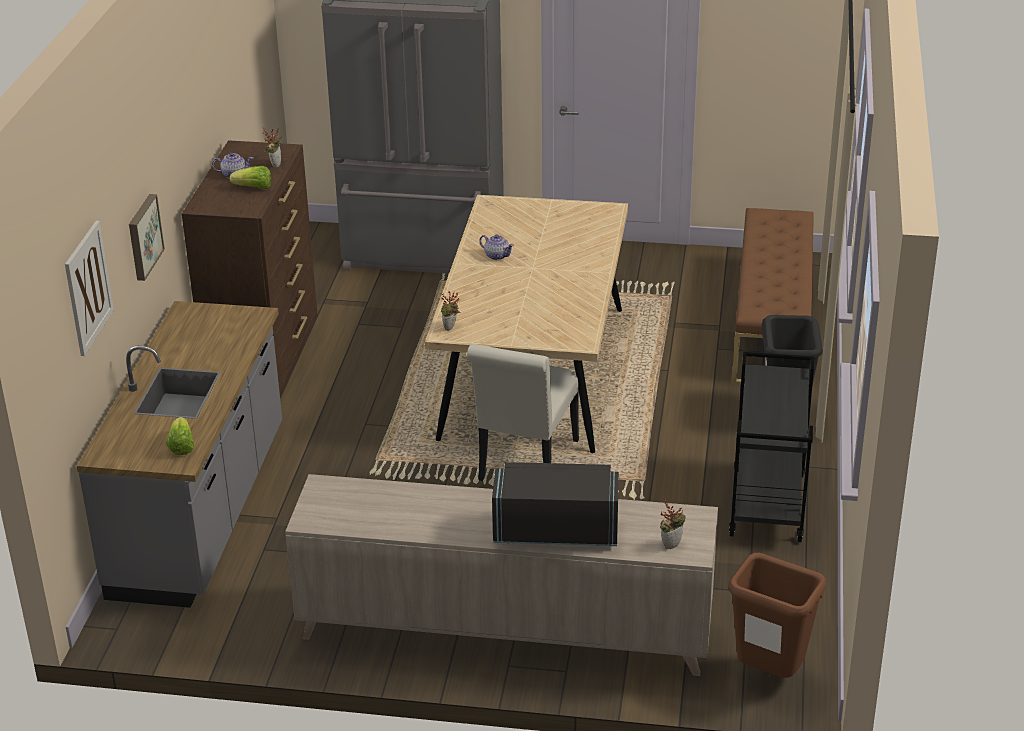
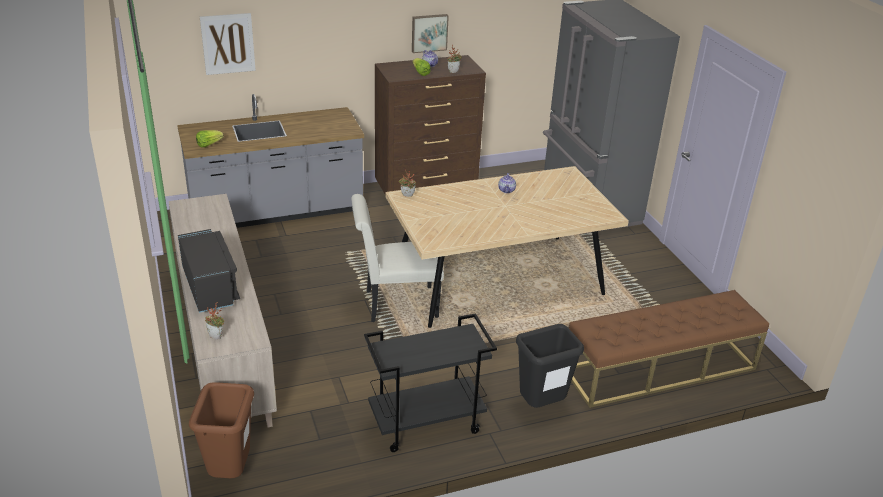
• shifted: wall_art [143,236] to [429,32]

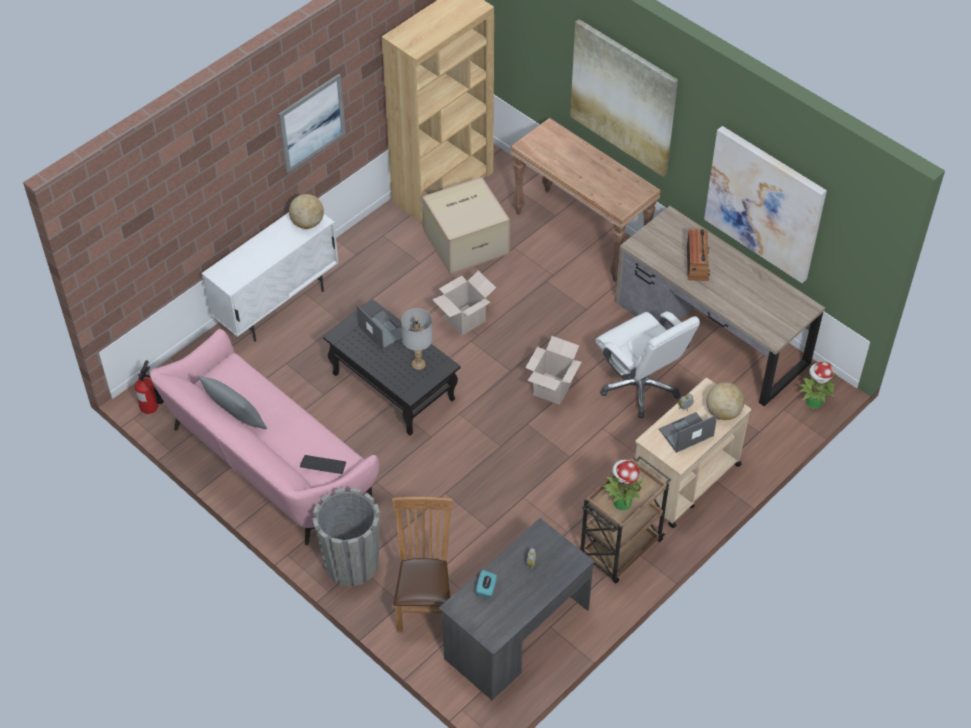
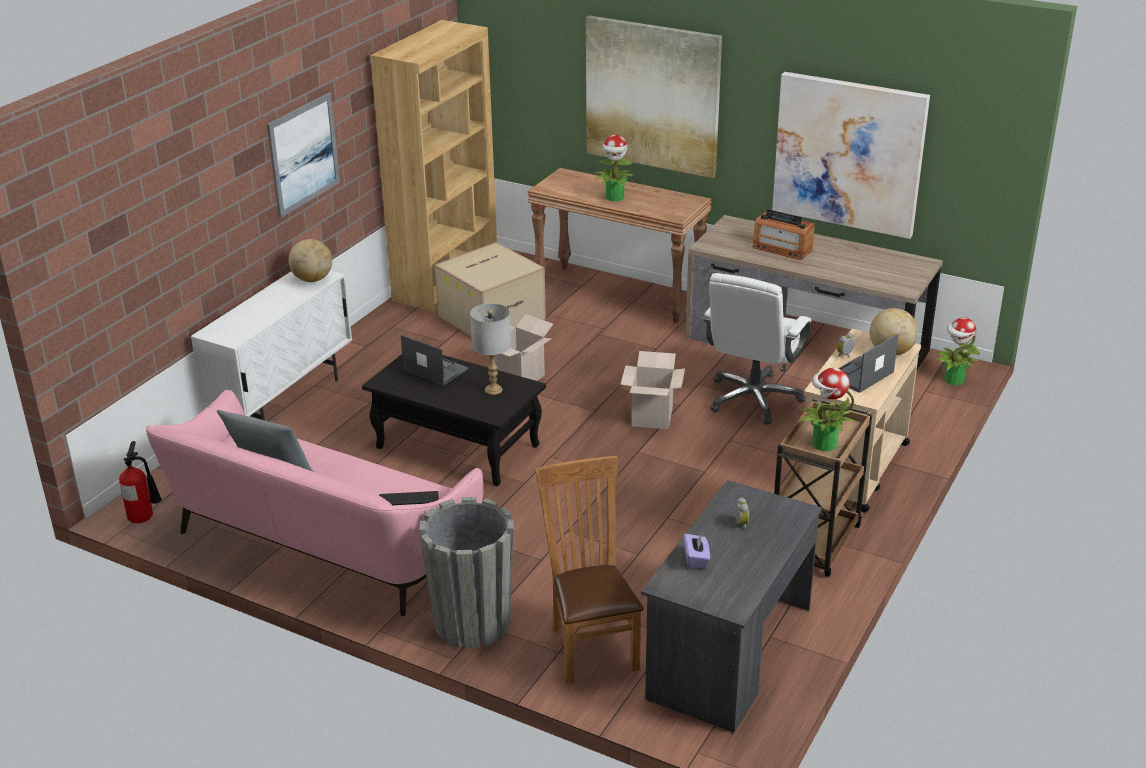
• repainted: turquoise-coloured_tissue_holder [486,589] to purple_tissue_holder [696,560]
• rotated: whitish_computer_chair [640,386] = [753,399] 75 degrees clockwise
• rotated: radio_receiver [697,263] = [782,249] 135 degrees clockwise
• new: potted_plant [615,197]

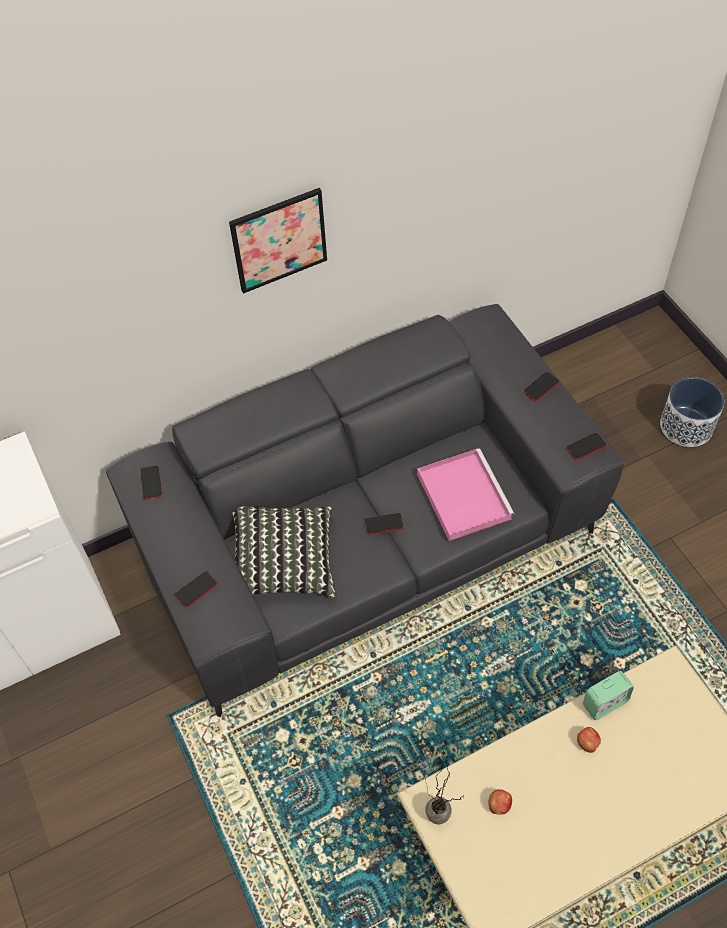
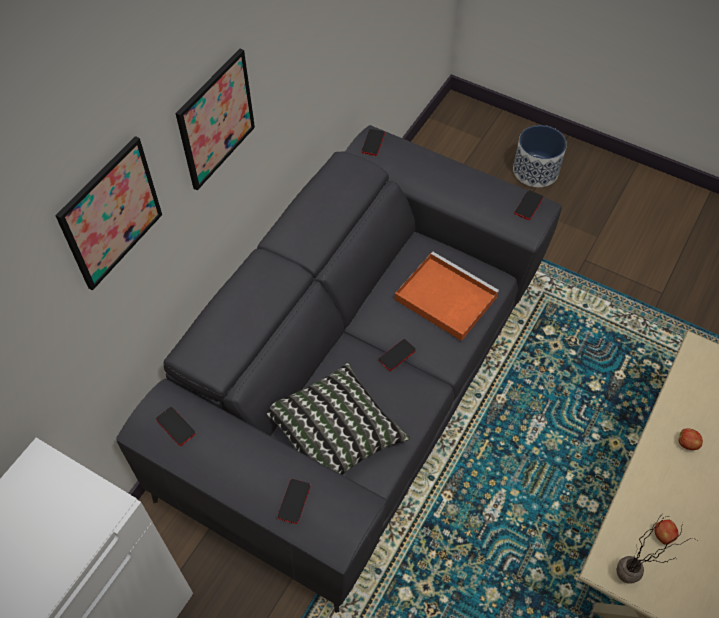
• repainted: pinkish_carrying_tray [462,495] to orangey_carrying_tray [443,297]
• shifted: phone [541,387] to [373,143]
• gone: bedside_clock [604,703]
• new: wall_art [111,213]

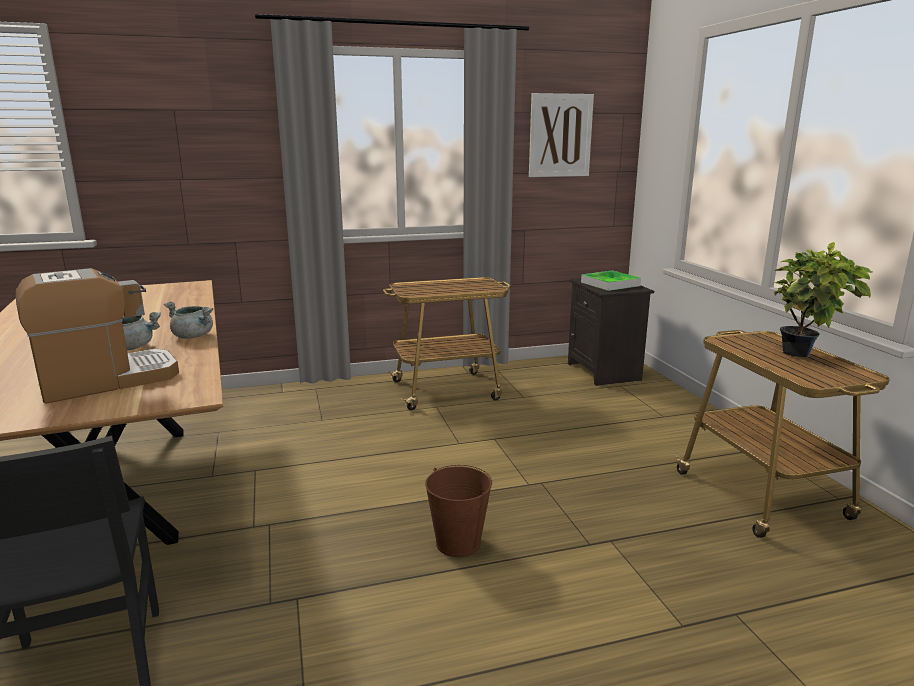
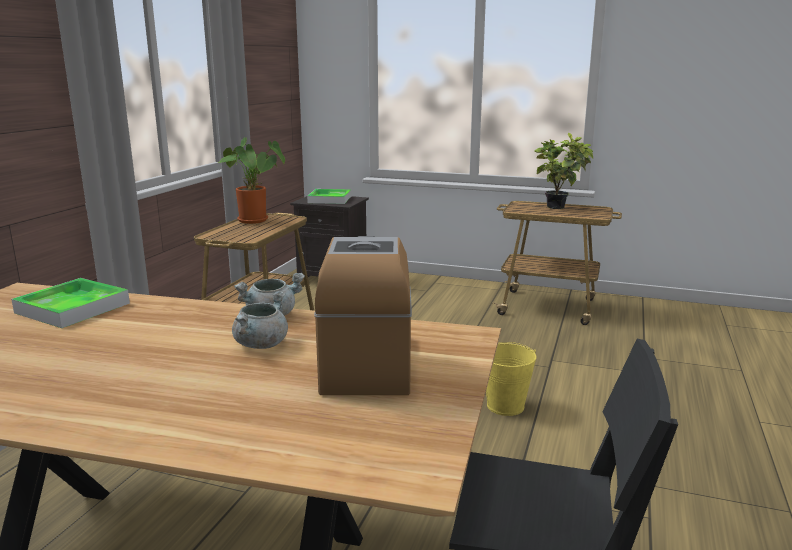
• repainted: brown_bucket [458,543] to yellowish_bucket [505,406]
• gone: wall_art [560,135]
• new: carrying_tray [73,308]
• new: potted_plant [256,221]

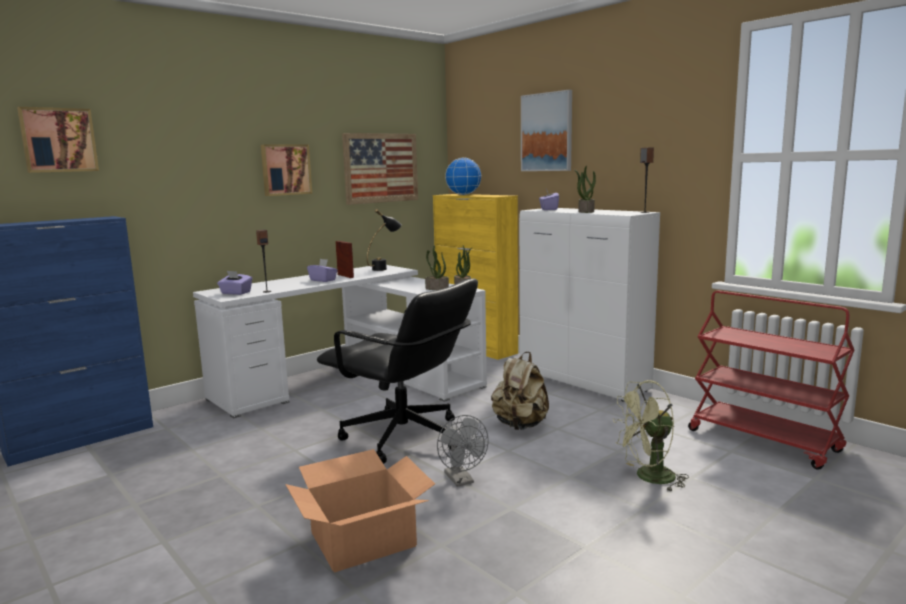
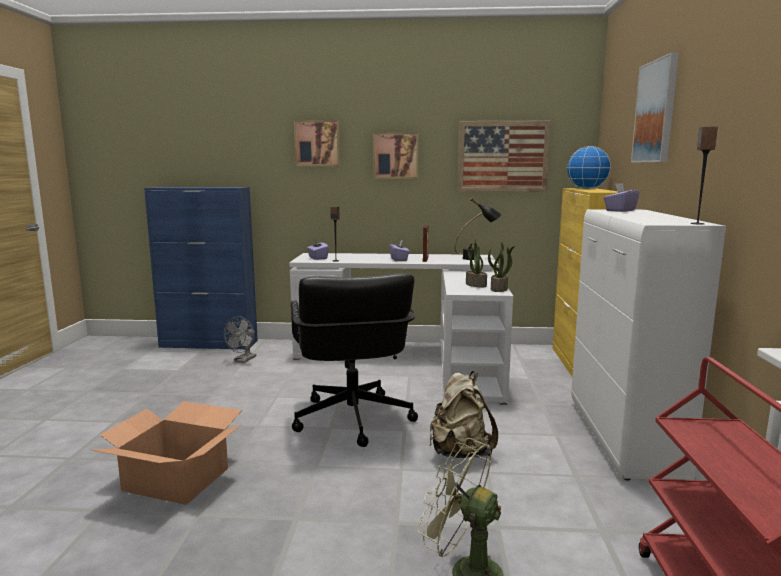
• shifted: wall_art [58,140] to [317,143]
• shifted: grey_electric_fan [461,480] to [243,360]
• gone: potted_plant [585,211]

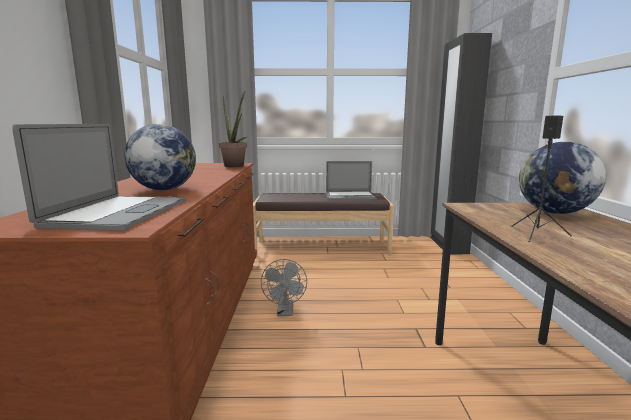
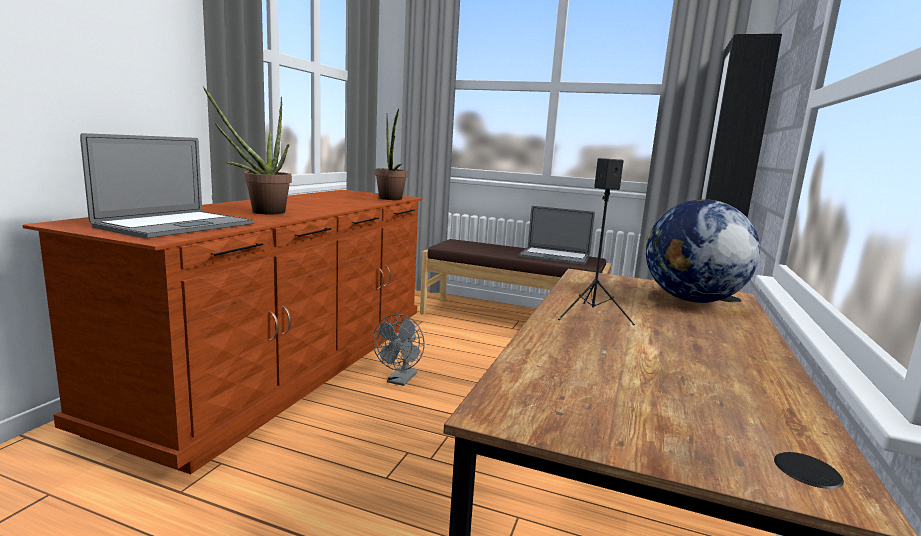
• swapped: desk_globe [163,189] to potted_plant [261,212]

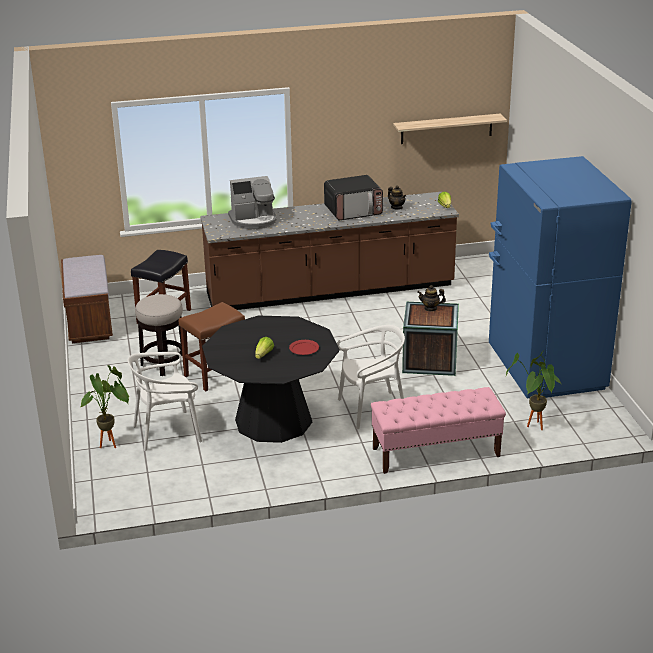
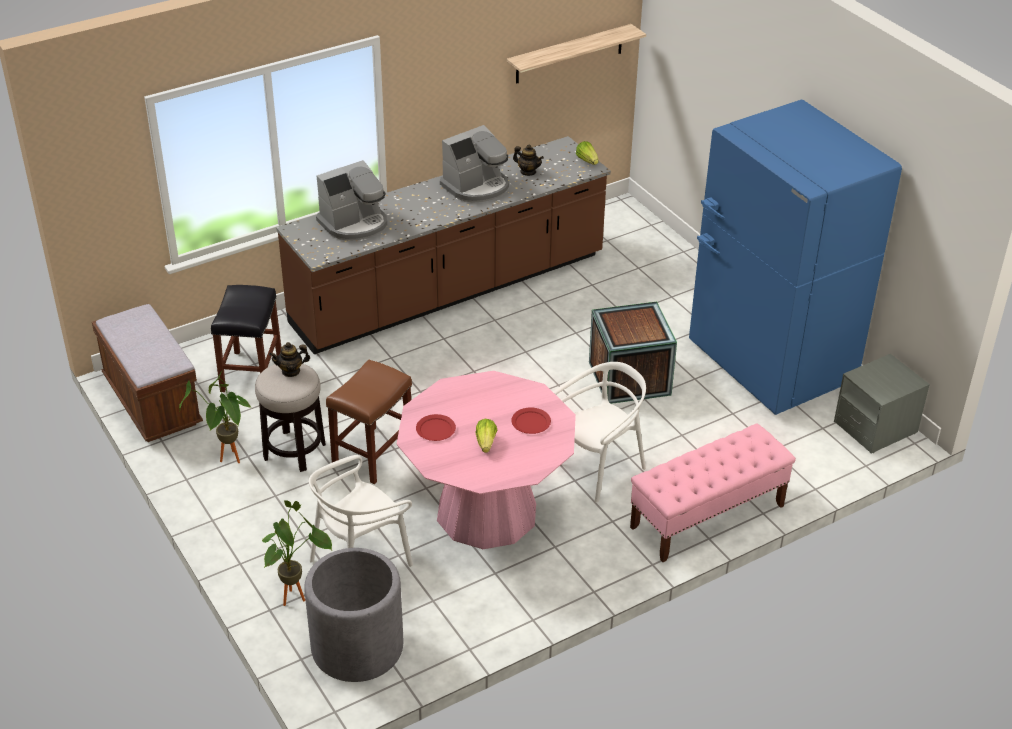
• repainted: black_dining_table [273,420] to pinkish_dining_table [486,512]
• swapped: microwave [353,211] to coffee_brewer [476,187]
• shifted: pot_for_tea [430,308] to [291,371]
• shifted: potted_plant [533,428] to [228,462]
• new: grey_planter [357,647]
• new: red_plate [436,429]
• new: grey_nightstand [875,427]

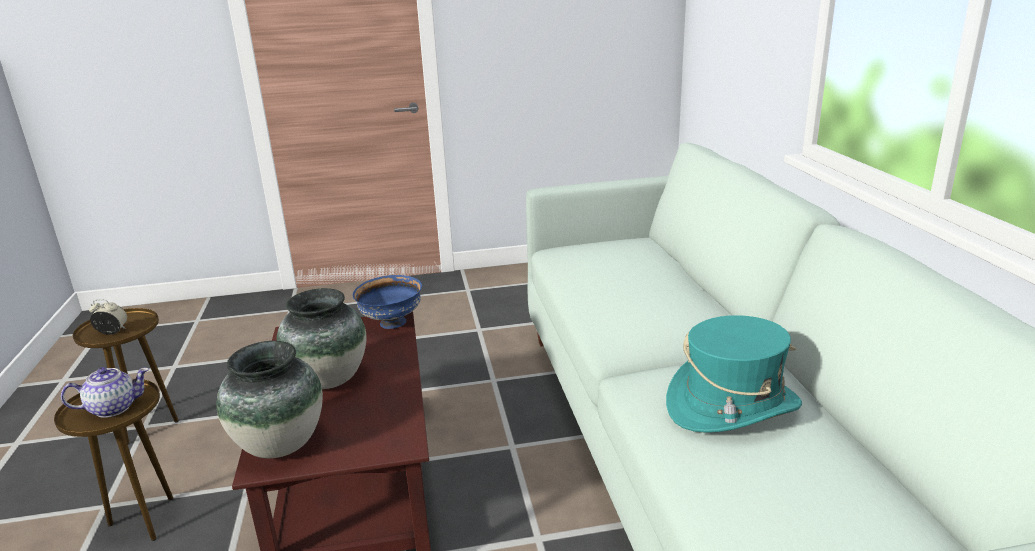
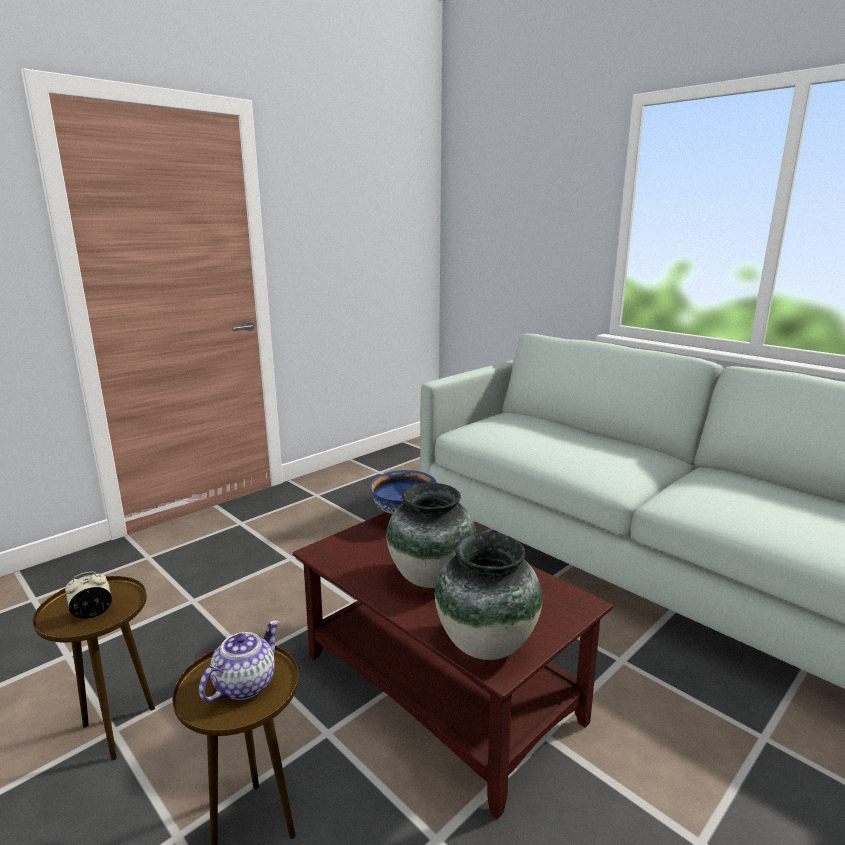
• gone: turquoise-coloured_wearable_hat [732,406]

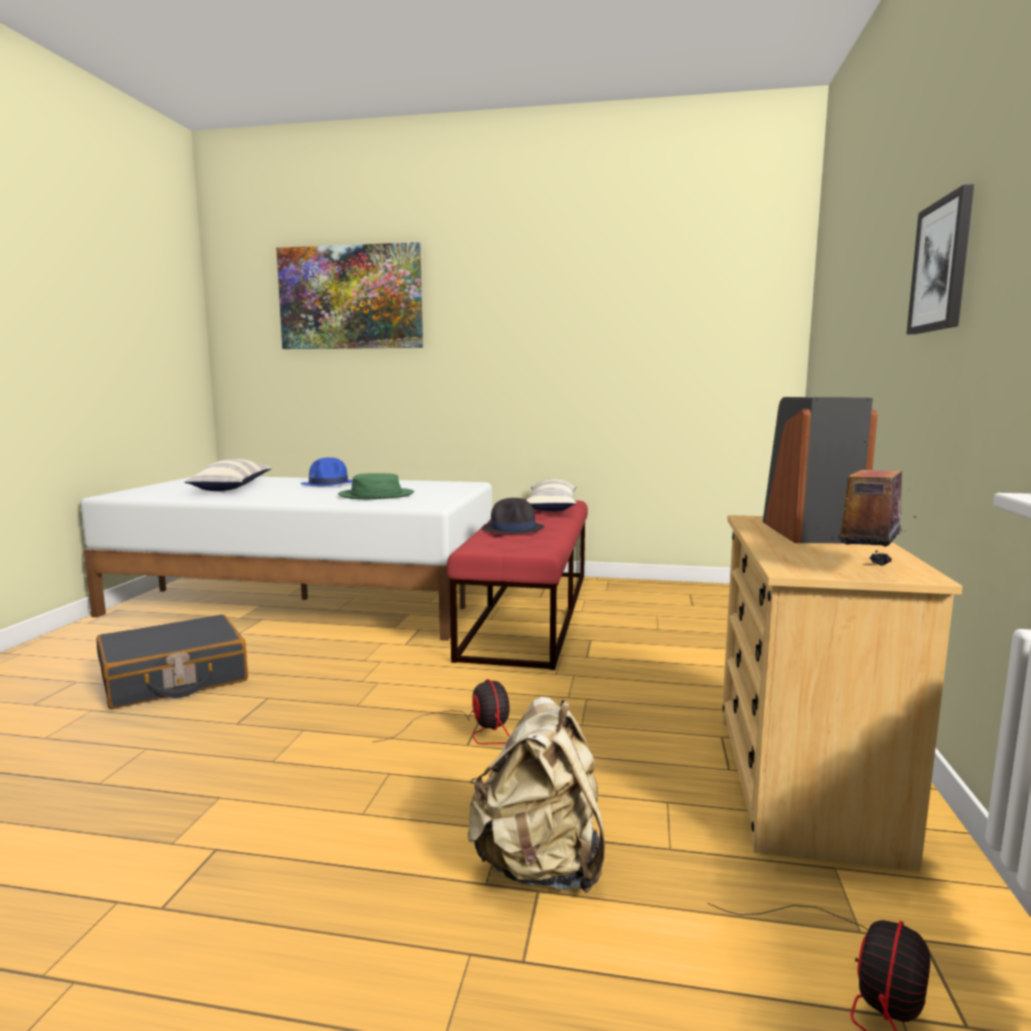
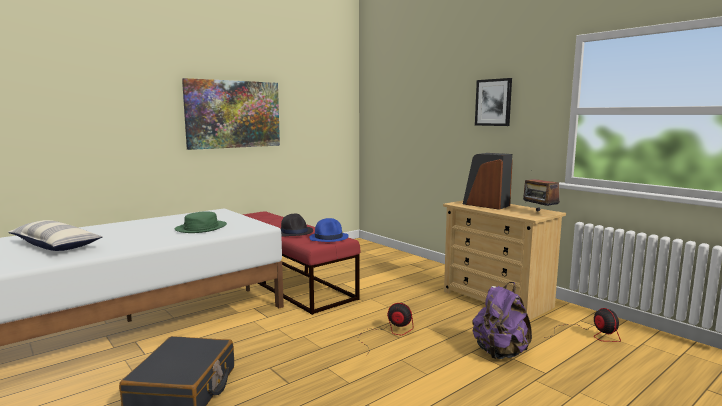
• shifted: wall_art [350,297] to [233,114]
• shifted: bluish_wearable_hat [329,484] to [329,237]
• repainted: beige_backpack [540,866] to purple_backpack [500,353]
• gone: pillow [551,507]

